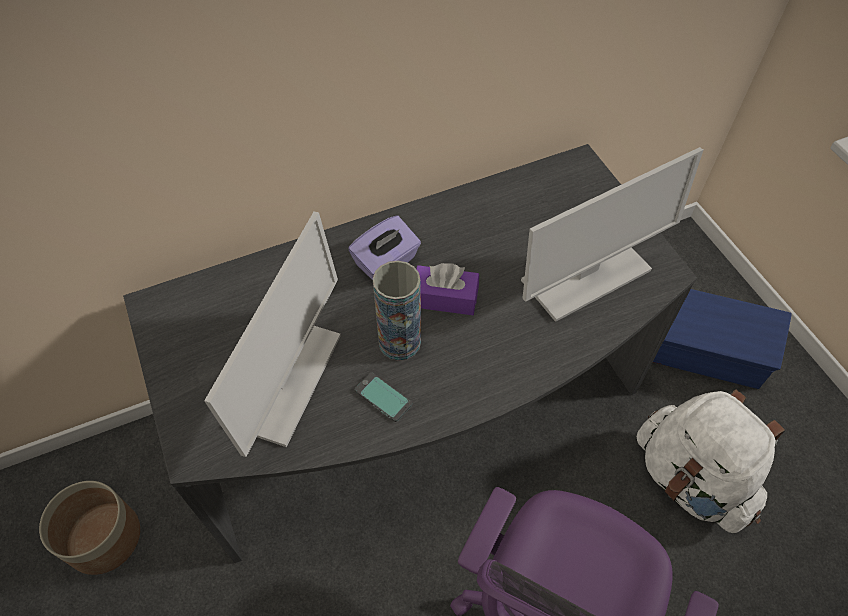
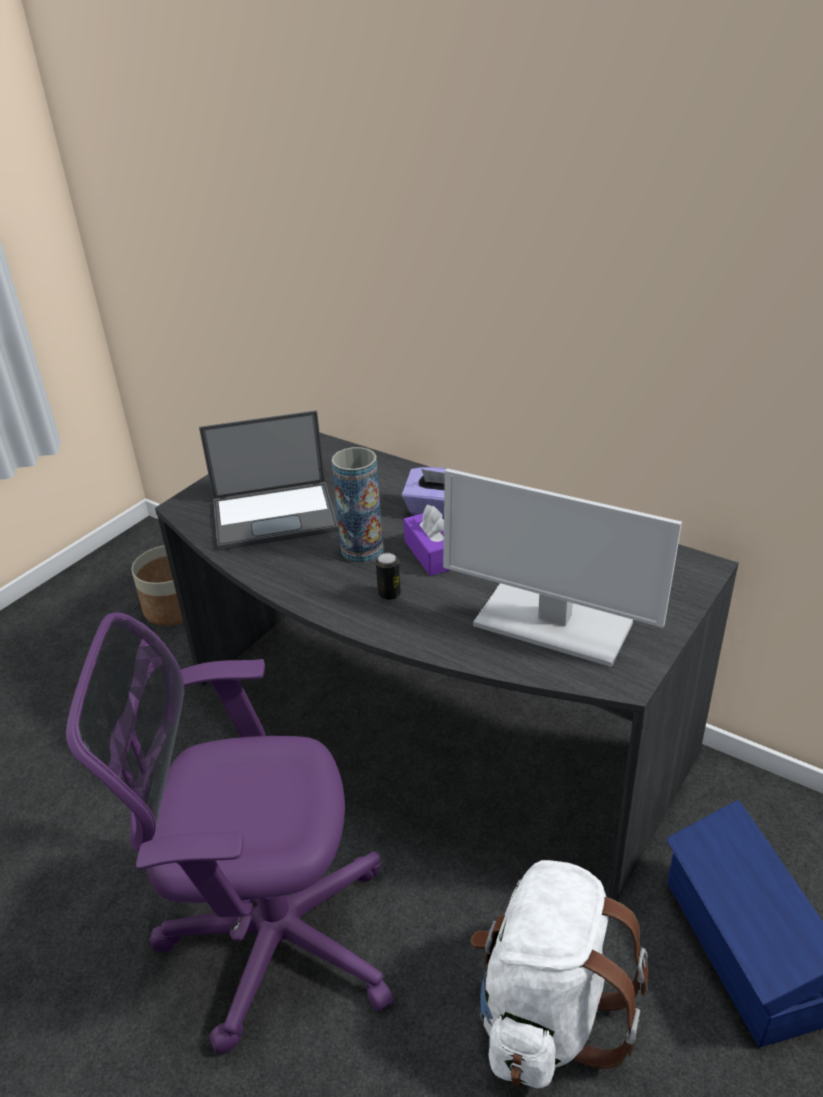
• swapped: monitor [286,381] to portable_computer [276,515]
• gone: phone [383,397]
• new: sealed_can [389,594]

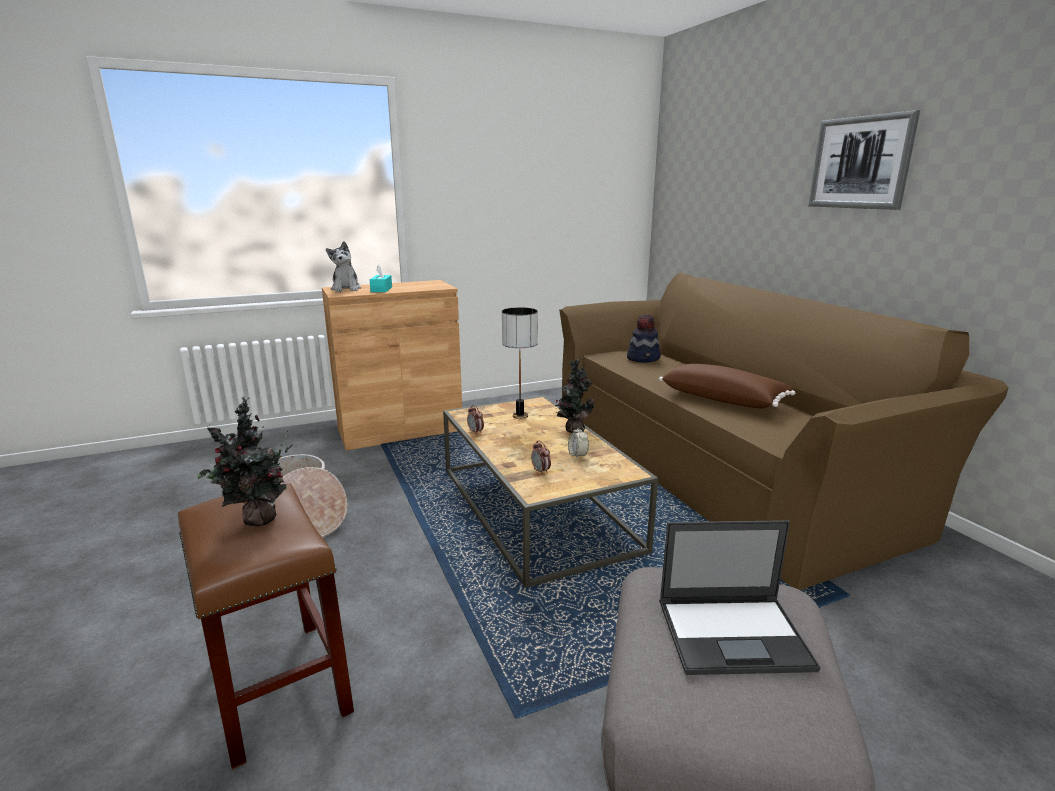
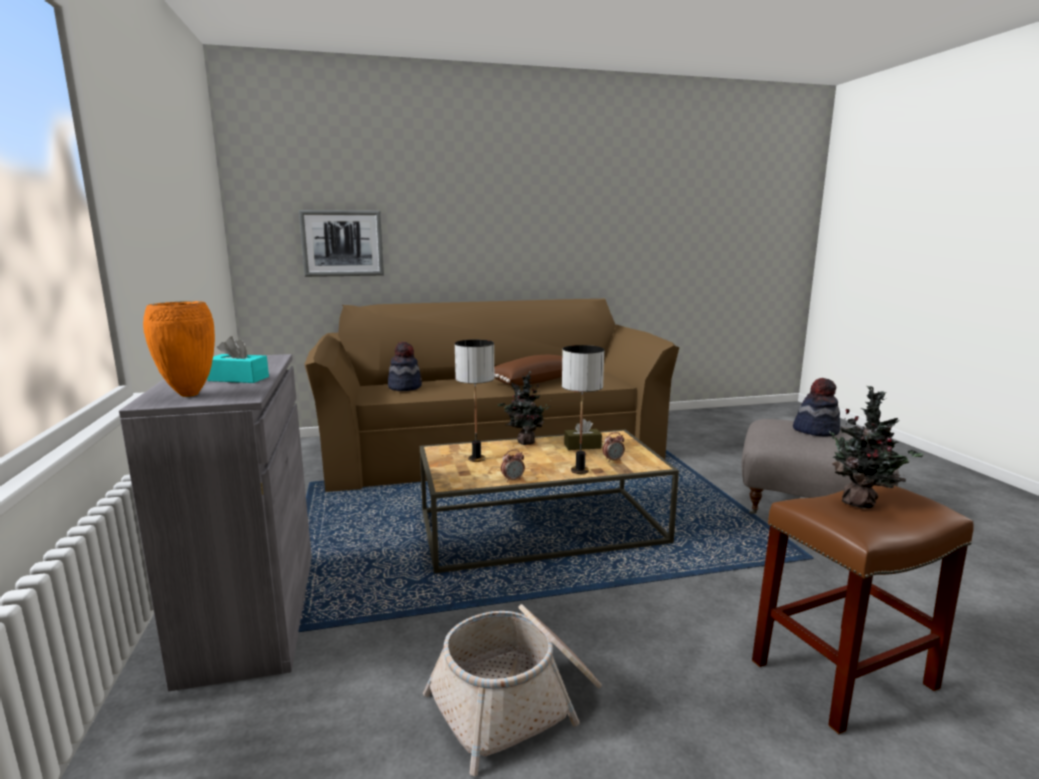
• repainted: brown_cupboard [400,430] to grey_cupboard [252,613]
• swapped: soft_toy [346,289] to orangey_vase [189,395]
• swapped: bedside_clock [577,455] to brown_tissue_holder [582,446]
• swapped: portable_computer [734,634] to wearable_hat [815,430]
• shifted: wall_art [860,163] to [342,243]
• new: table_lamp [579,471]

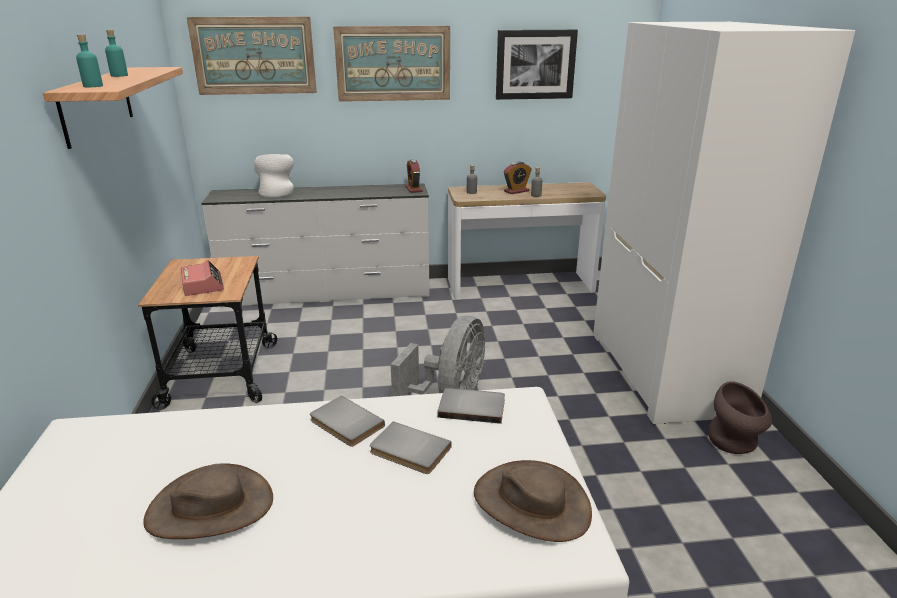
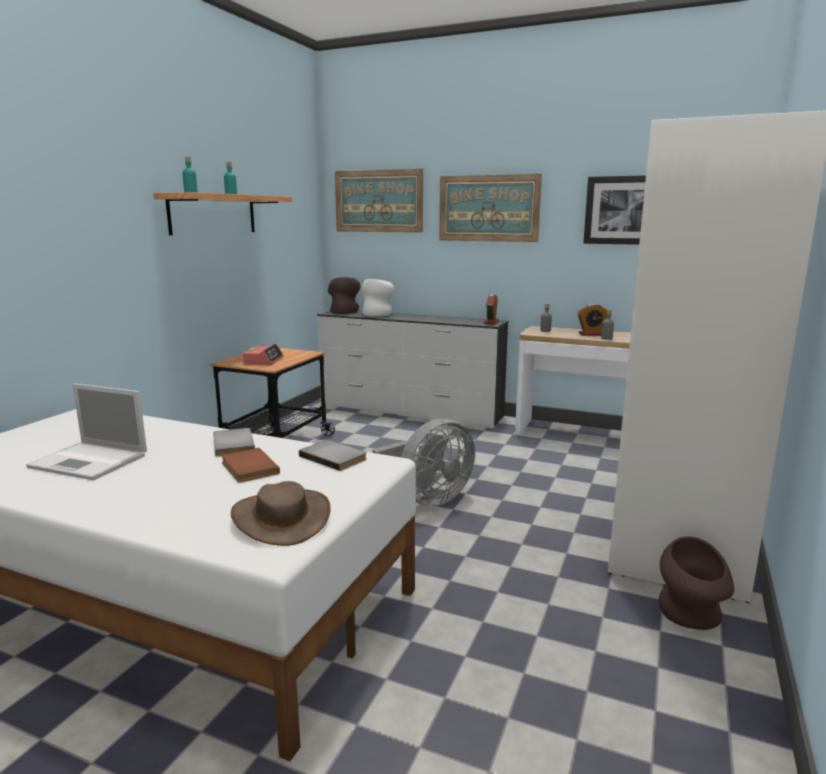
• swapped: brown_wearable_hat [210,507] to portable_computer [90,461]
• repainted: grey_book [408,451] to brown_book [247,468]
• new: brown_vase [344,311]

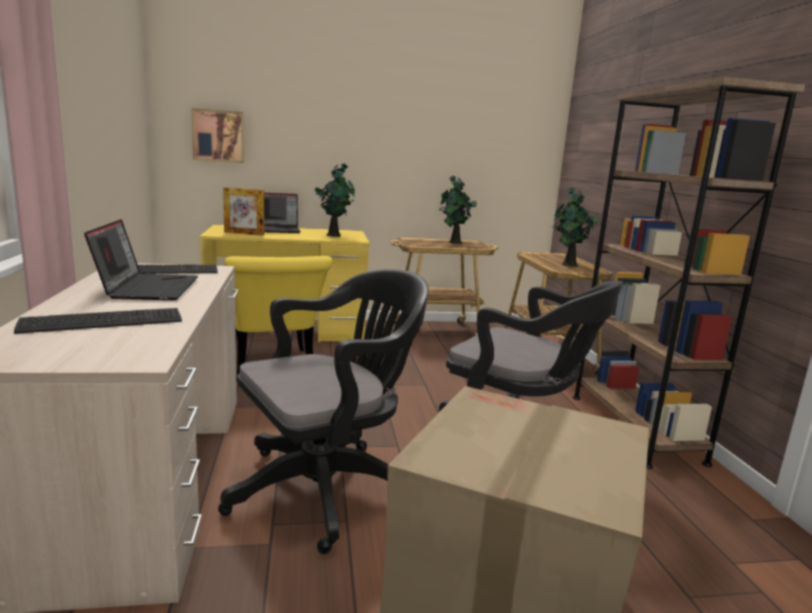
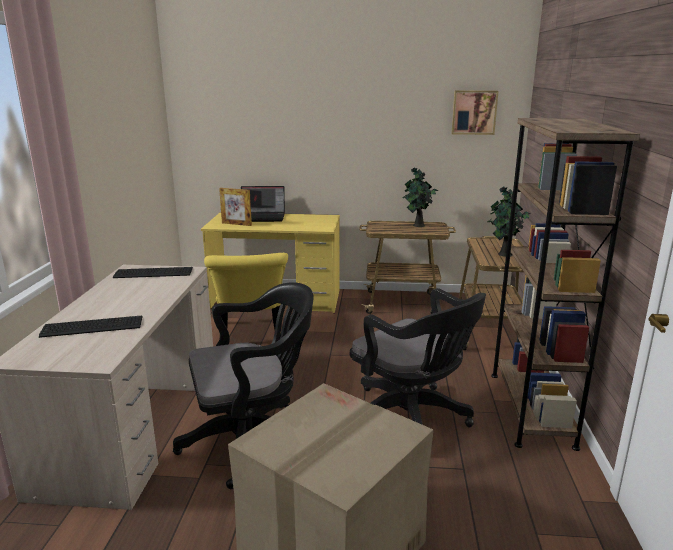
• gone: portable_computer [147,288]
• shifted: wall_art [218,136] to [474,112]
• gone: potted_plant [334,235]

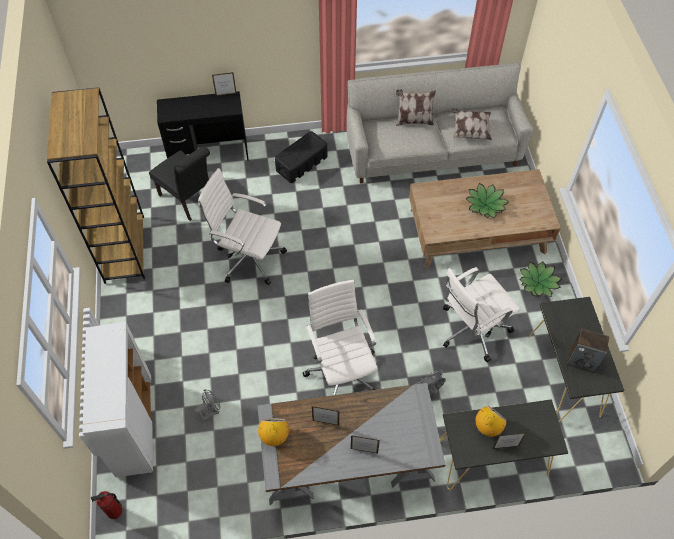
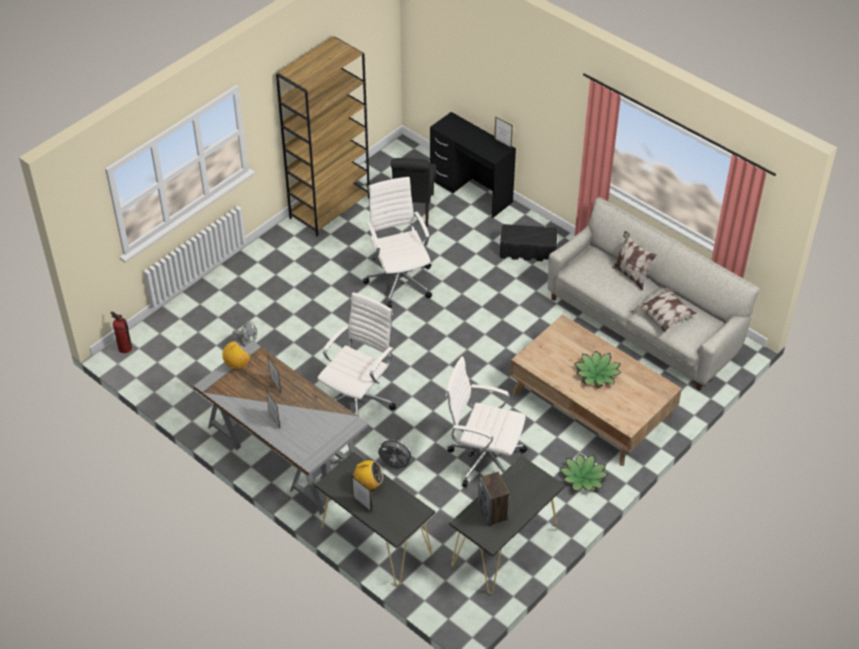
• gone: whitish_cupboard [134,425]

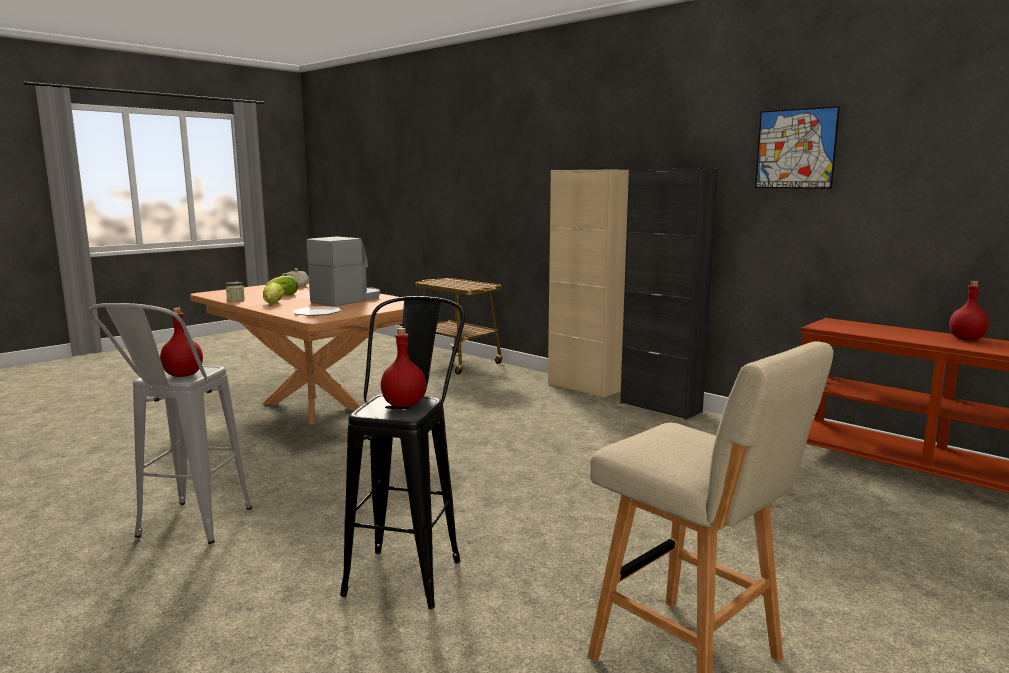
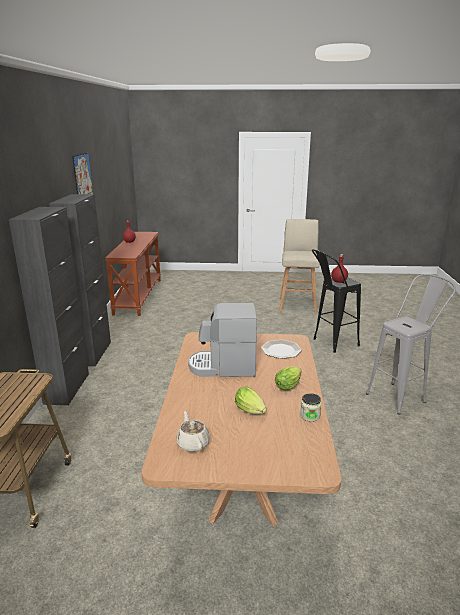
• gone: red_beverage_bottle [183,375]
• repainted: beige_cupboard [583,387] to black_cupboard [67,388]

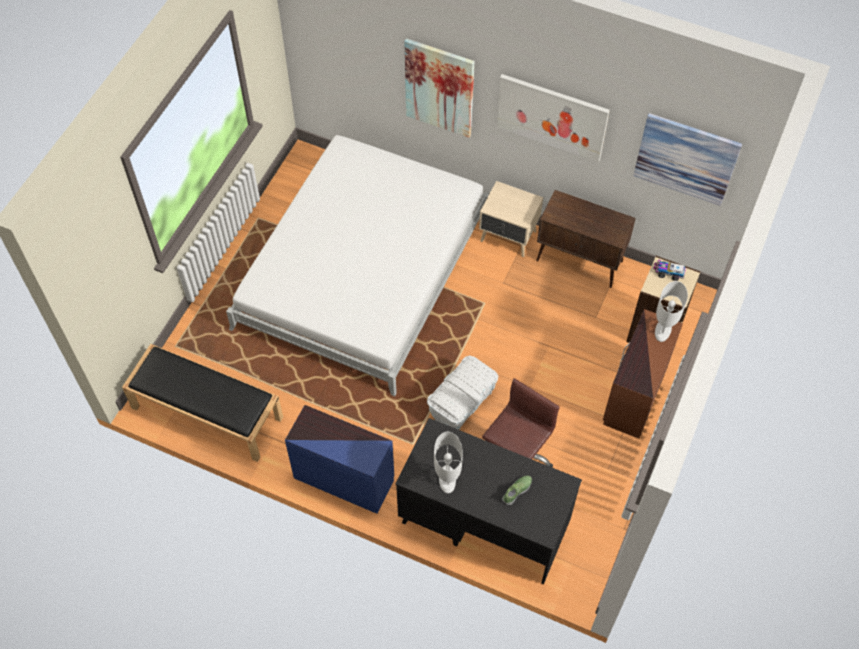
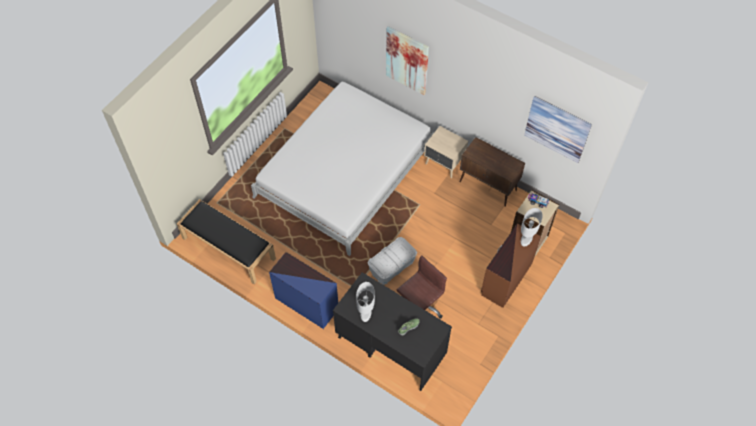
• gone: wall_art [551,117]

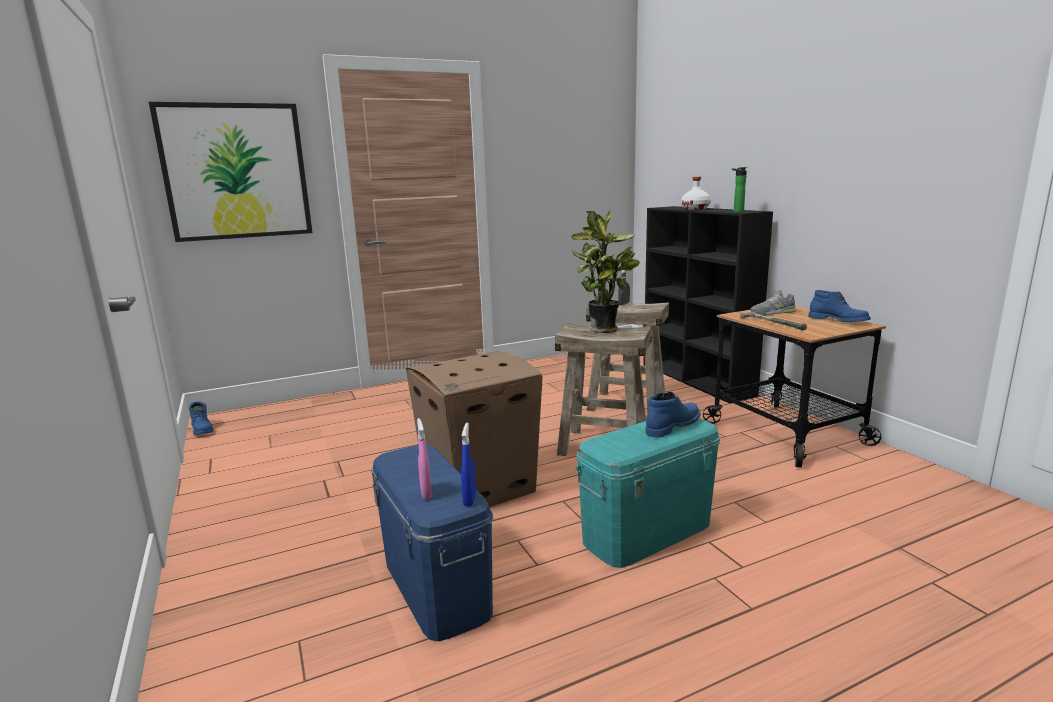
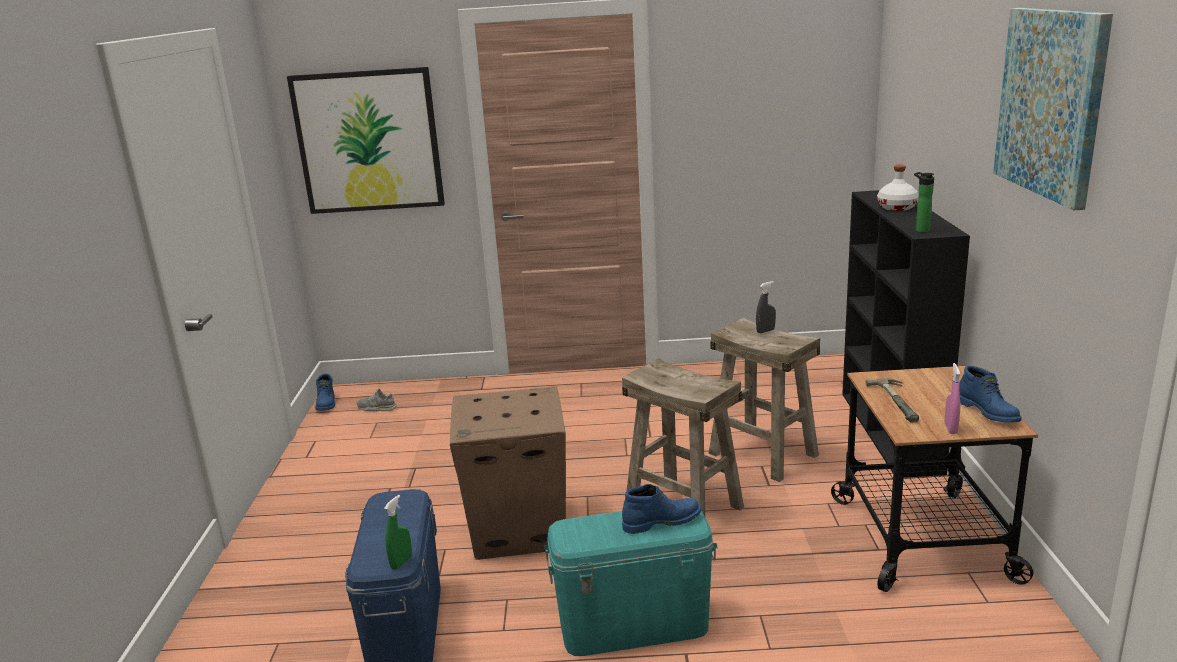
• shifted: pinkish_spray_bottle [426,493] to [950,428]
• repainted: bluish_spray_bottle [469,499] to green-coloured_spray_bottle [401,562]
• gone: potted_plant [605,330]
• shifted: grey_item_of_footwear [773,312] to [377,407]
• new: wall_art [1051,103]

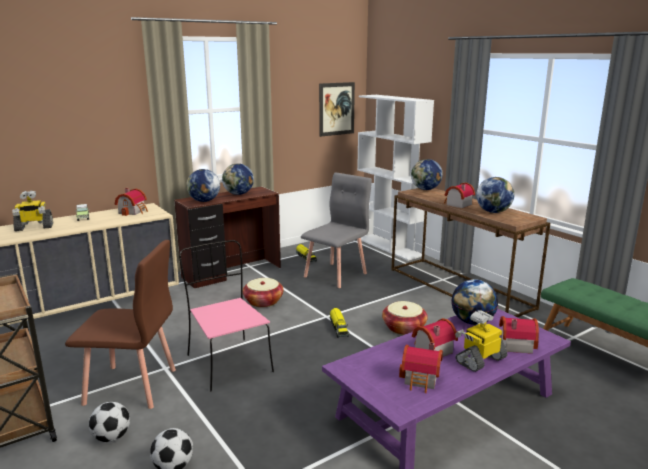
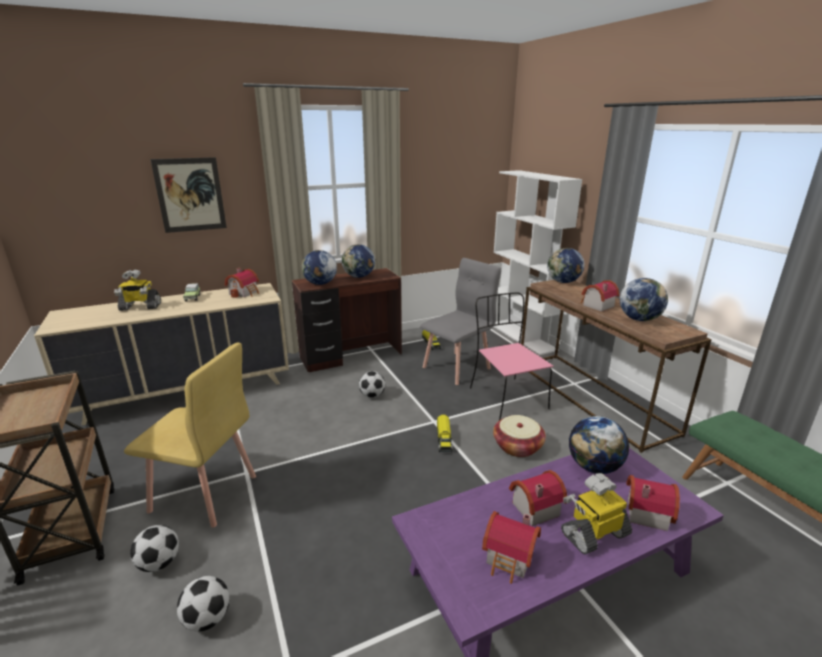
• repainted: brown_chair [131,387] to yellowish_chair [204,494]
• shifted: pinkish_chair [228,362] to [506,397]
• swapped: household_basket [263,302] to football_ball [372,395]
• shifted: wall_art [336,109] to [190,195]

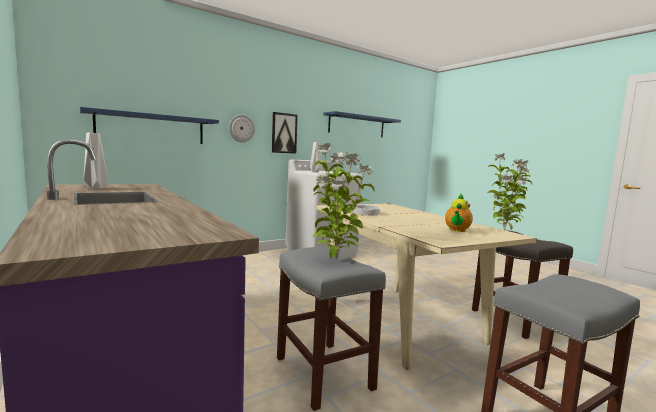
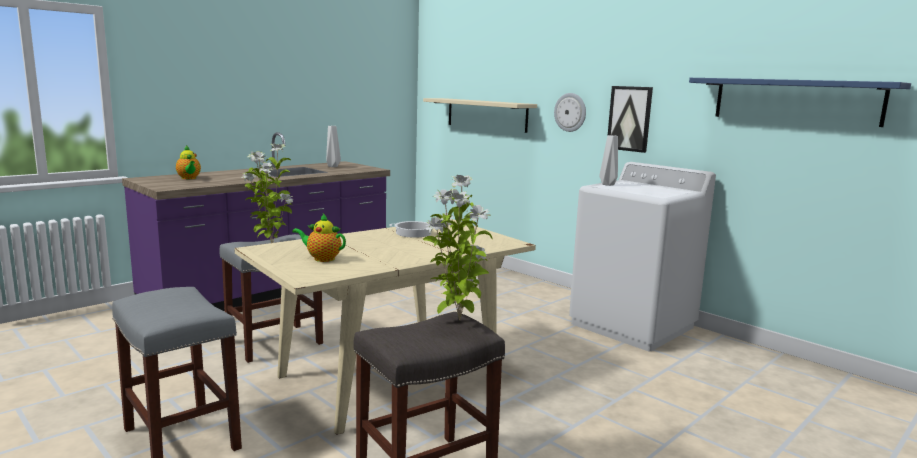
• repainted: bluish_wall_shelf [152,128] to beige_wall_shelf [486,114]
• new: pot_for_tea [189,178]

